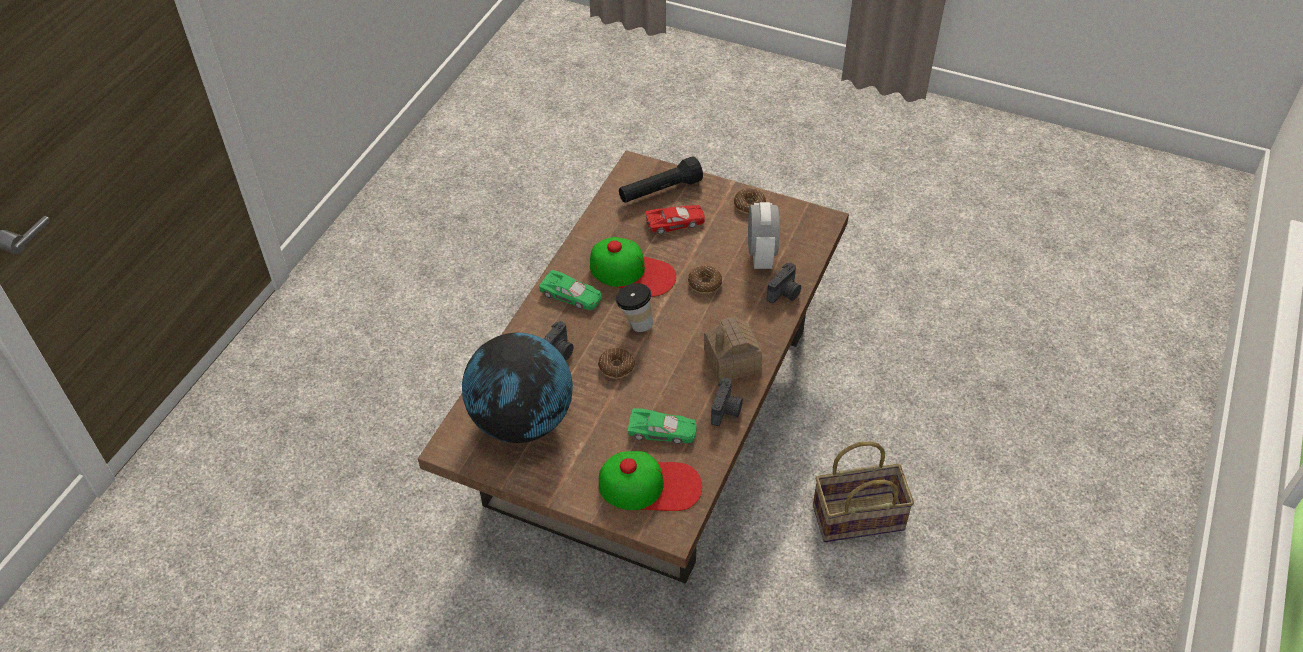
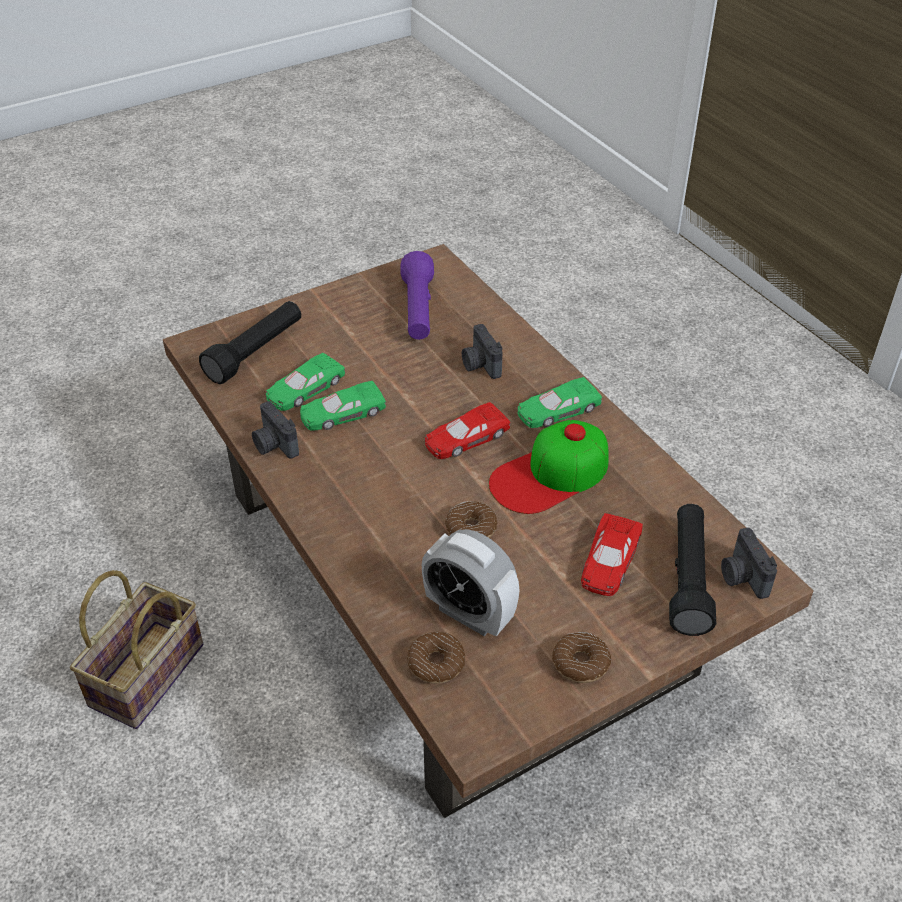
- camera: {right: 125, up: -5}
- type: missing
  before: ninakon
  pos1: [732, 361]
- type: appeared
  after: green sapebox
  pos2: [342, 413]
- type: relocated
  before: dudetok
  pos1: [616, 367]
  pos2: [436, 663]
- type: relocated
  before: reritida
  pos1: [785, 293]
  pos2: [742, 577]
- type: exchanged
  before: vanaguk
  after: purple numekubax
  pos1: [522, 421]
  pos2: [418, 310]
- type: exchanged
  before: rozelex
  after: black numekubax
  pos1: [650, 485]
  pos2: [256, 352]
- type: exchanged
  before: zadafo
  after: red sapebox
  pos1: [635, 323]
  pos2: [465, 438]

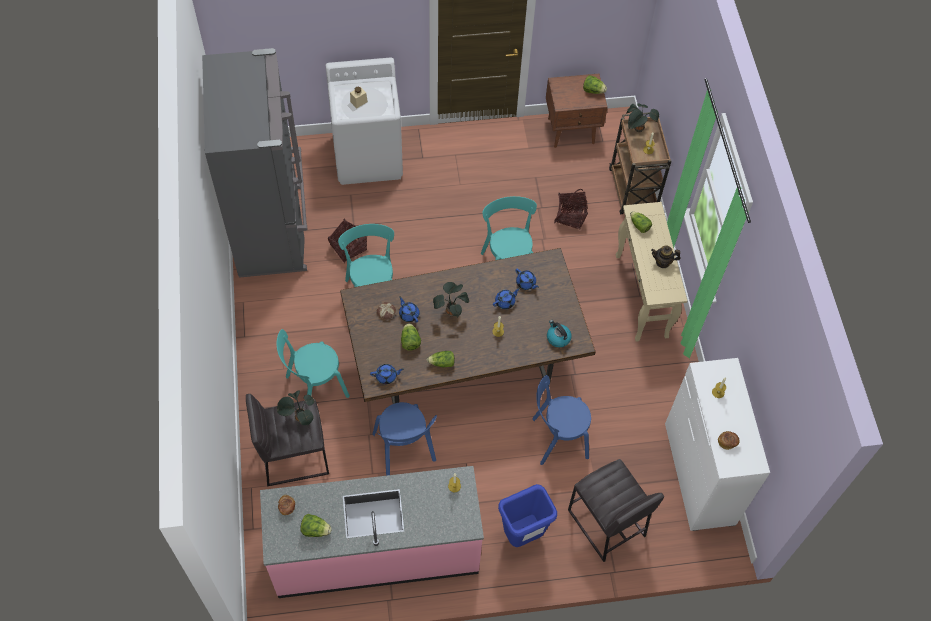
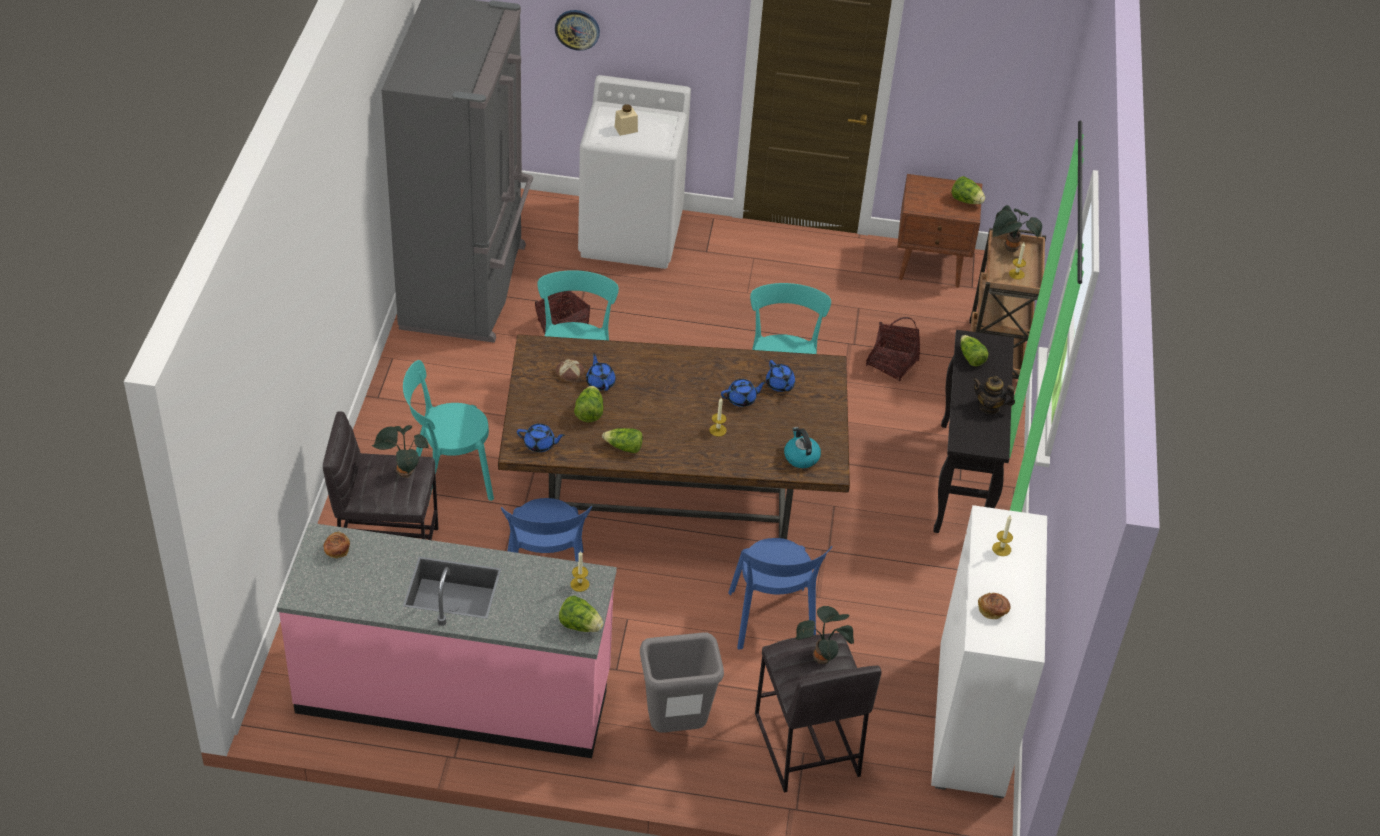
- camera: {right: 15, up: -15}
- type: appeared
  after: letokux
  pos2: [577, 29]
- type: relocated
  before: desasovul
  pos1: [315, 530]
  pos2: [580, 625]
- type: relocated
  before: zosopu
  pos1: [451, 311]
  pos2: [822, 657]
- type: colour
  before: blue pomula
  after: grey pomula
  pos1: [522, 535]
  pos2: [675, 727]
- type: colour
  before: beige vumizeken
  after: black vumizeken
  pos1: [642, 296]
  pos2: [962, 481]
- type: spun
  before: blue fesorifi
  pos1: [557, 438]
  pos2: [772, 622]
  turn: -105

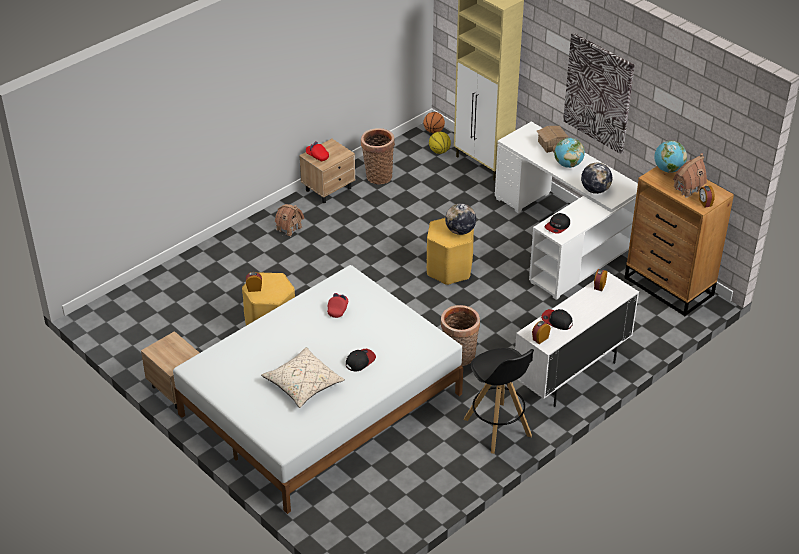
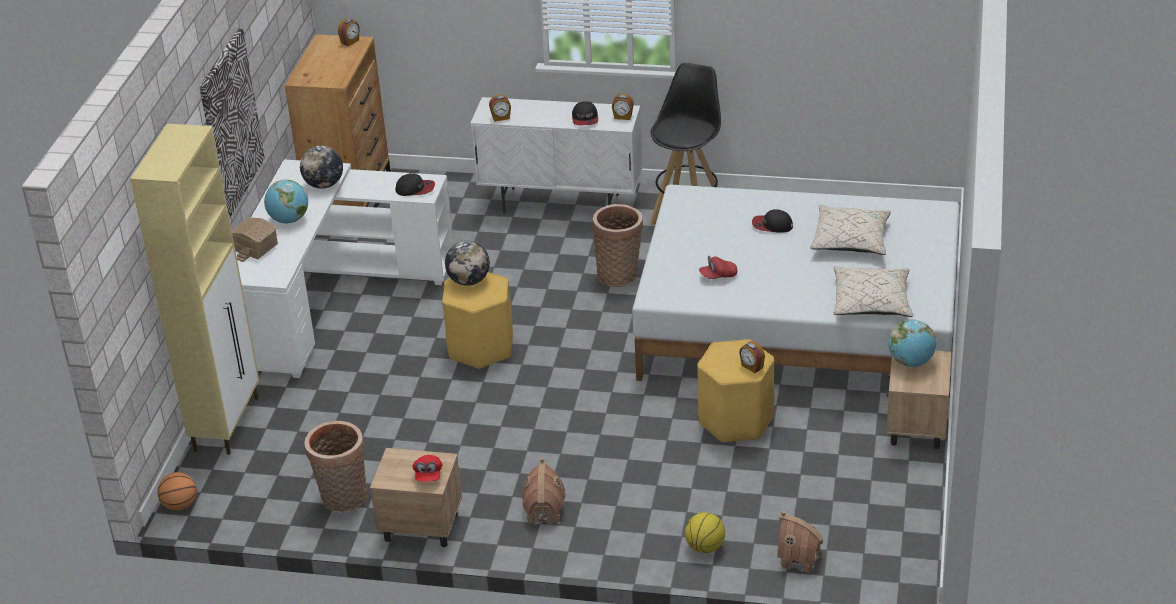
- camera: {right: -125, up: -5}
- type: appeared
  after: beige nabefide
  pos2: [871, 302]
- type: relocated
  before: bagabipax
  pos1: [439, 151]
  pos2: [705, 547]
- type: relocated
  before: vanaguk
  pos1: [668, 169]
  pos2: [911, 362]
- type: relocated
  before: ninakon
  pos1: [687, 188]
  pos2: [799, 559]

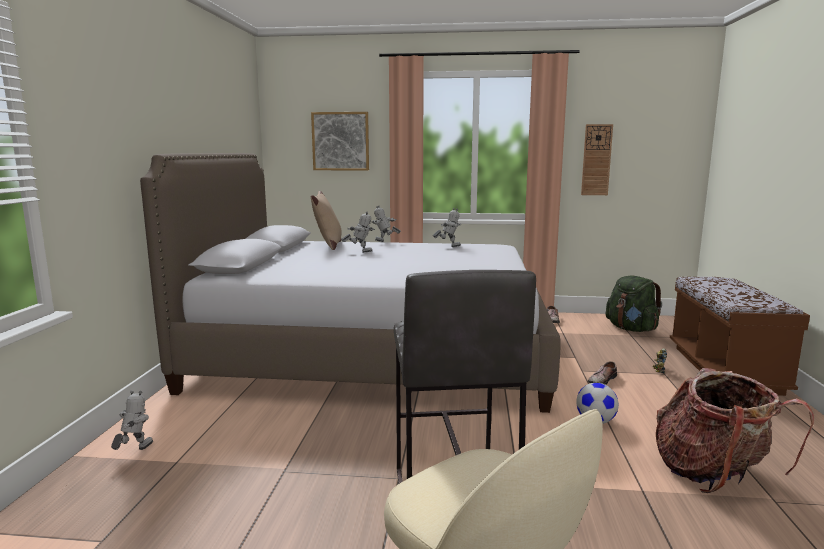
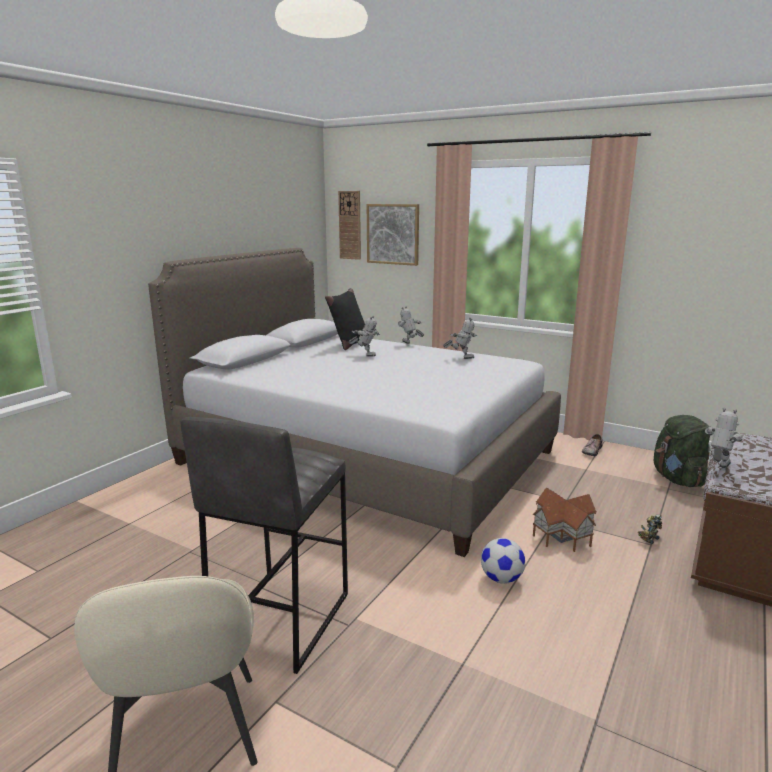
- camera: {right: 25, up: 5}
- type: missing
  before: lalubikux
  pos1: [713, 475]
- type: relocated
  before: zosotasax
  pos1: [134, 451]
  pos2: [717, 468]
- type: relocated
  before: letokux
  pos1: [596, 160]
  pos2: [350, 225]
- type: exchanged
  before: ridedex
  after: ninakon
  pos1: [601, 380]
  pos2: [563, 535]
- type: colour
  before: beige nabefide
  after: black nabefide
  pos1: [328, 246]
  pos2: [349, 344]

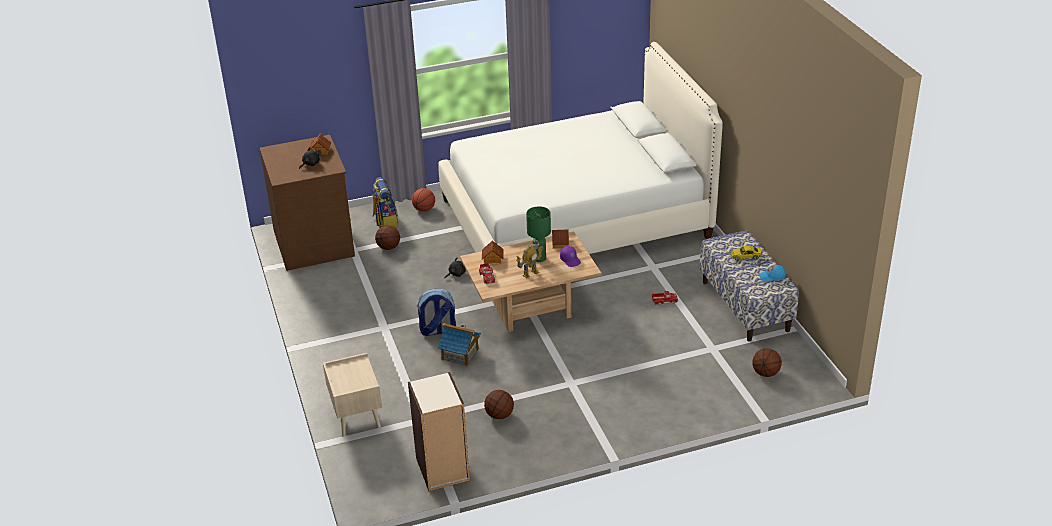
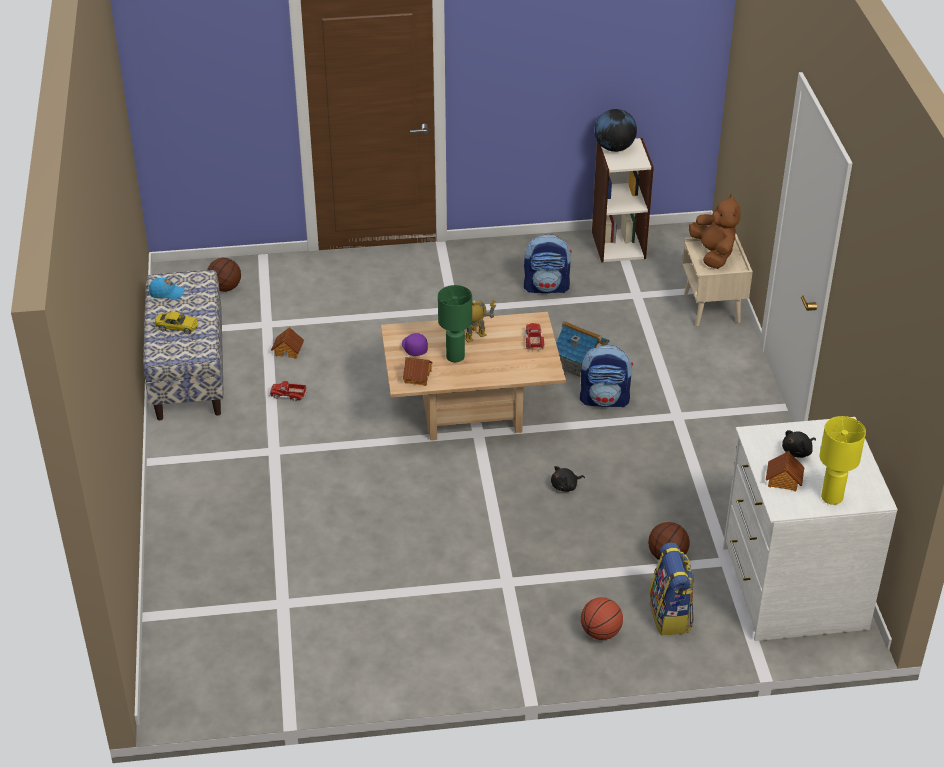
- camera: {right: -170, up: 5}
- type: missing
  before: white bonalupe
  pos1: [575, 218]
- type: appeared
  after: vanaguk
  pos2: [614, 148]
- type: appeared
  after: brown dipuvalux
  pos2: [713, 254]
- type: appeared
  after: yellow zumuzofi
  pos2: [832, 497]
- type: relocated
  before: ninakon
  pos1: [492, 259]
  pos2: [288, 350]
- type: exchanged
  before: bagabipax
  after: lalubikux
  pos1: [499, 415]
  pos2: [547, 287]
- type: colour
  before: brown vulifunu
  after: white vulifunu
  pos1: [315, 243]
  pos2: [791, 587]

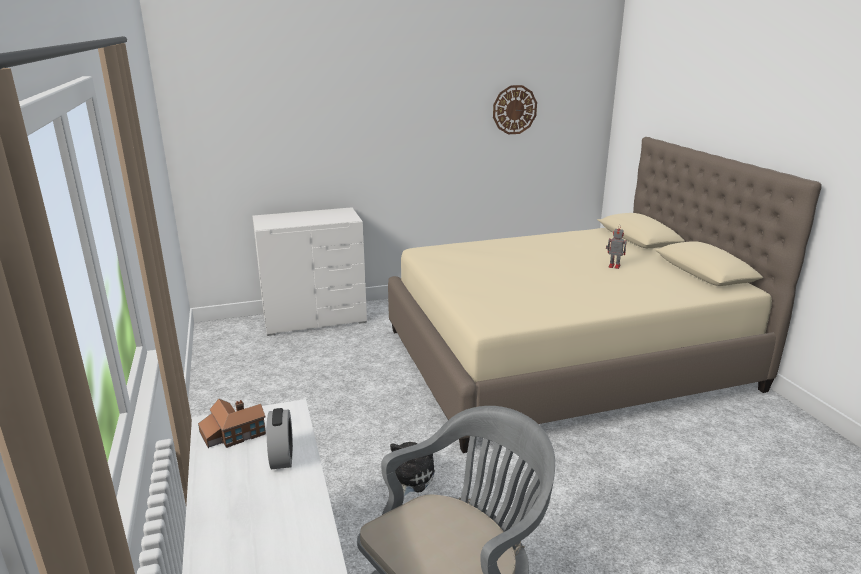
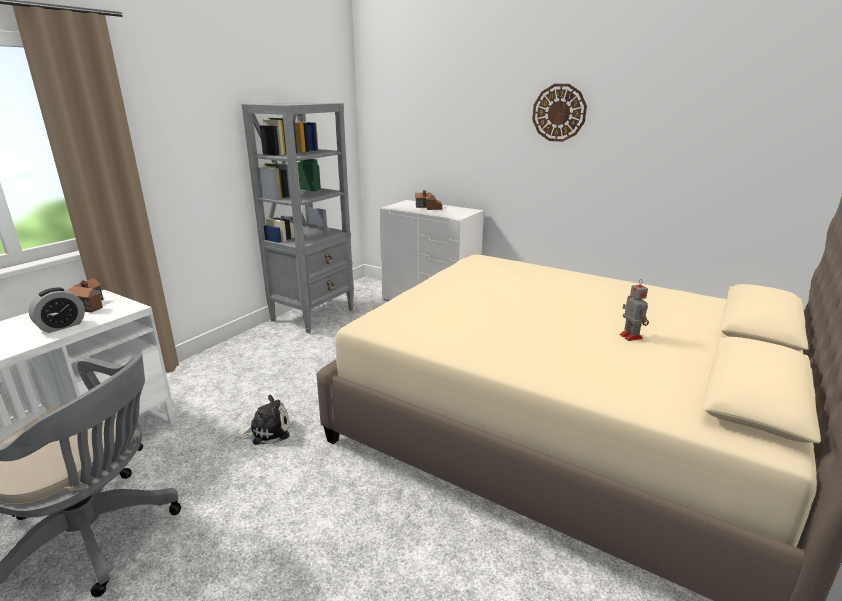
- camera: {right: 50, up: 0}
- type: appeared
  after: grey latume
  pos2: [313, 315]
- type: appeared
  after: ninakon
  pos2: [428, 207]
- type: relocated
  before: letokux
  pos1: [514, 109]
  pos2: [559, 113]

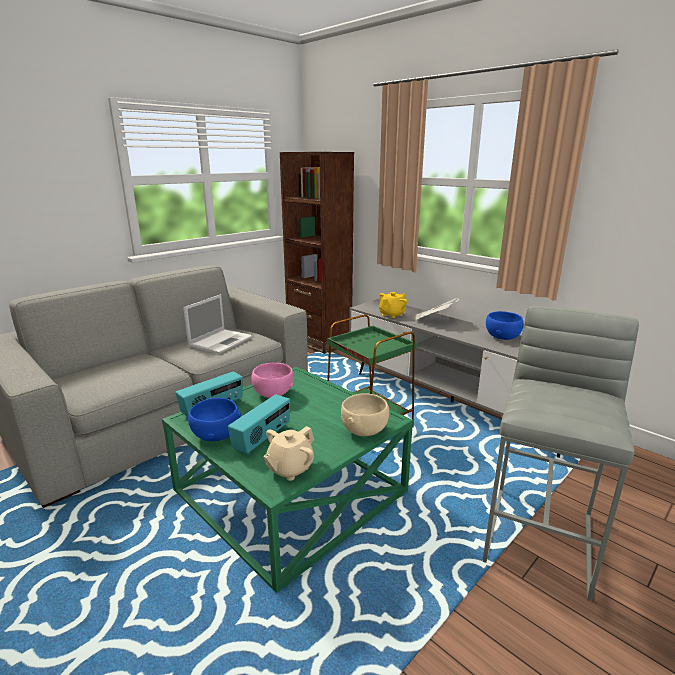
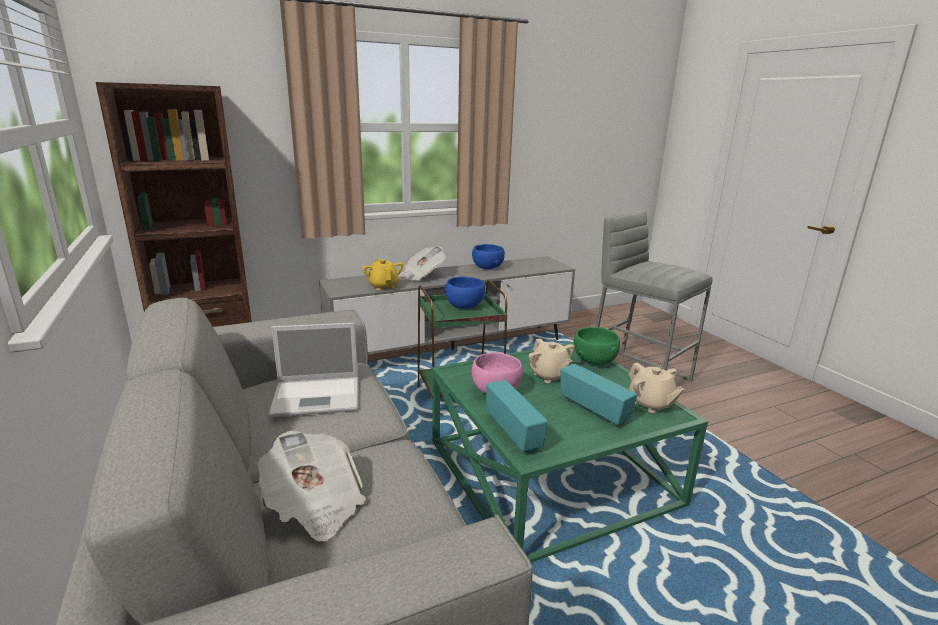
- camera: {right: -70, up: 0}
- type: appeared
  after: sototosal
  pos2: [314, 505]
- type: appeared
  after: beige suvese
  pos2: [549, 375]
- type: relocated
  before: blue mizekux
  pos1: [216, 435]
  pos2: [464, 306]
- type: colour
  before: beige mizekux
  after: green mizekux
  pos1: [365, 430]
  pos2: [594, 361]
- type: spun
  before: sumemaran
  pos1: [221, 341]
  pos2: [318, 396]
  turn: 120

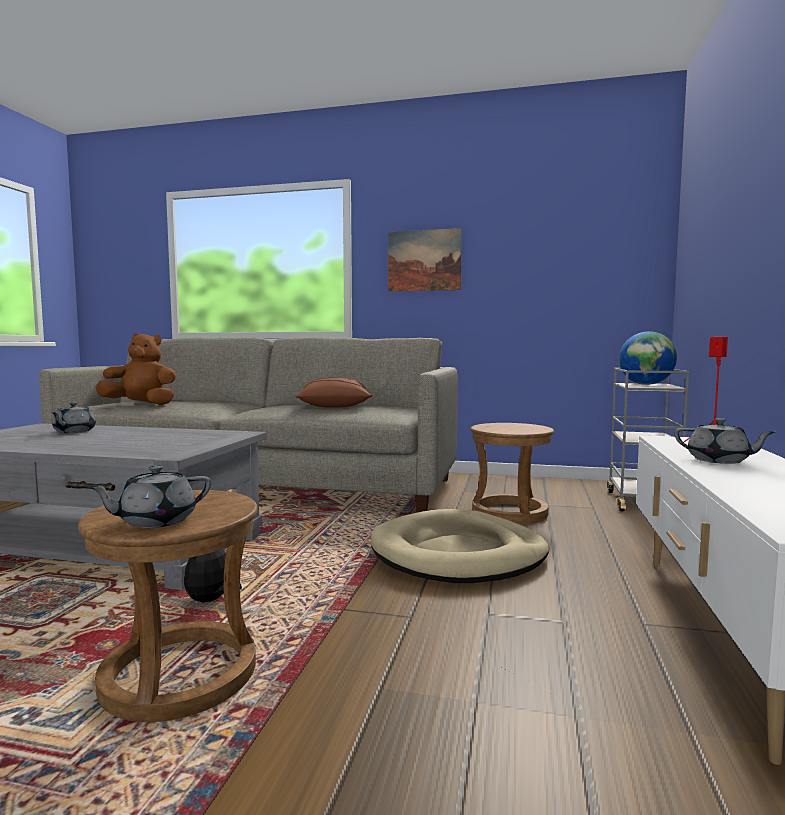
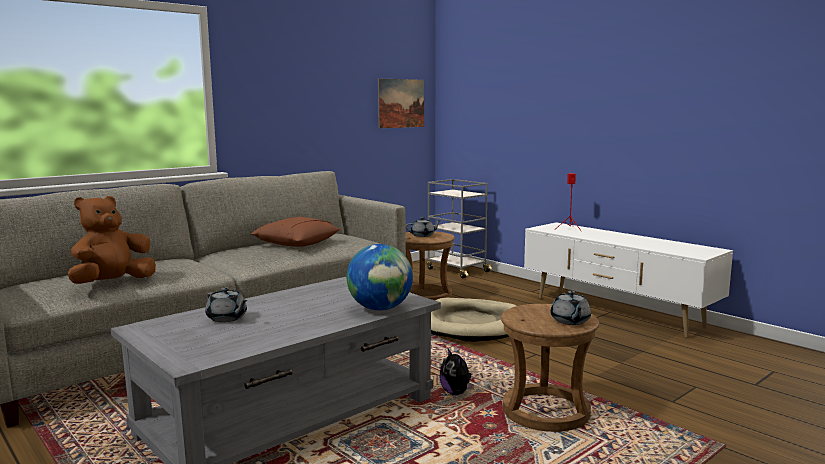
- camera: {right: -55, up: 5}
- type: relocated
  before: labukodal
  pos1: [424, 260]
  pos2: [401, 103]
- type: relocated
  before: vanaguk
  pos1: [646, 384]
  pos2: [380, 309]
- type: relocated
  before: grey suvese
  pos1: [719, 460]
  pos2: [423, 235]

